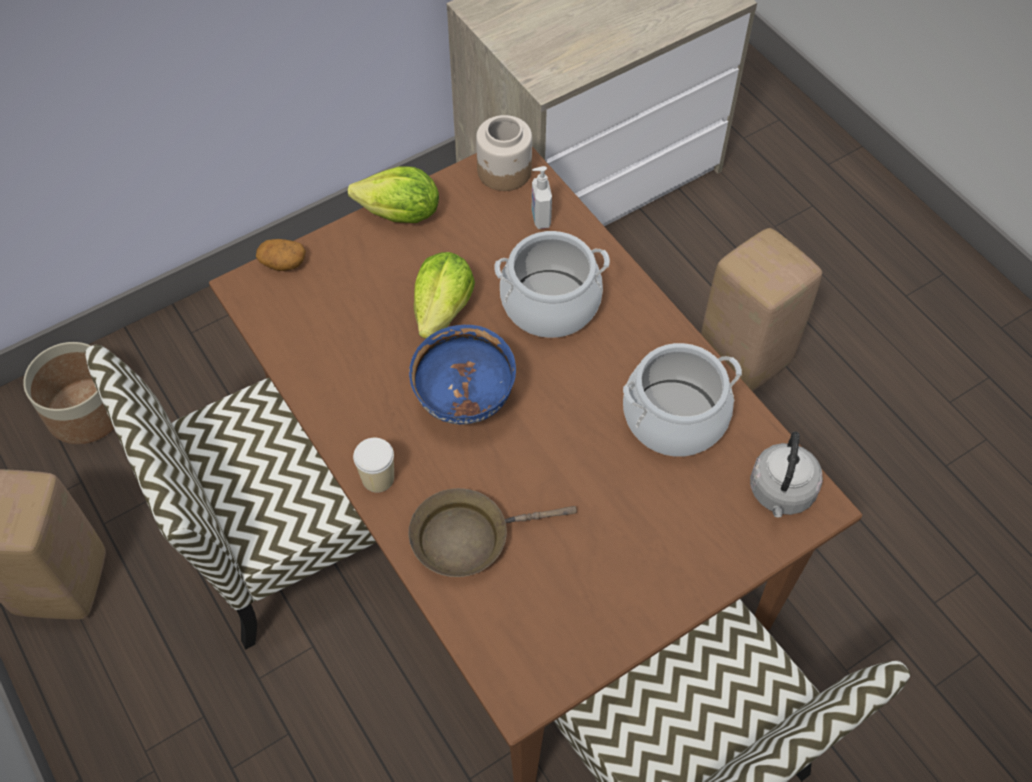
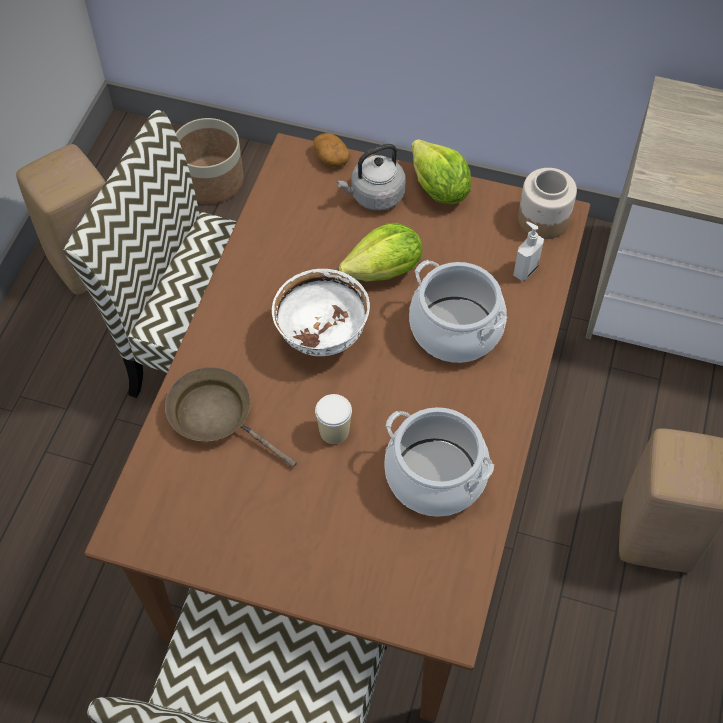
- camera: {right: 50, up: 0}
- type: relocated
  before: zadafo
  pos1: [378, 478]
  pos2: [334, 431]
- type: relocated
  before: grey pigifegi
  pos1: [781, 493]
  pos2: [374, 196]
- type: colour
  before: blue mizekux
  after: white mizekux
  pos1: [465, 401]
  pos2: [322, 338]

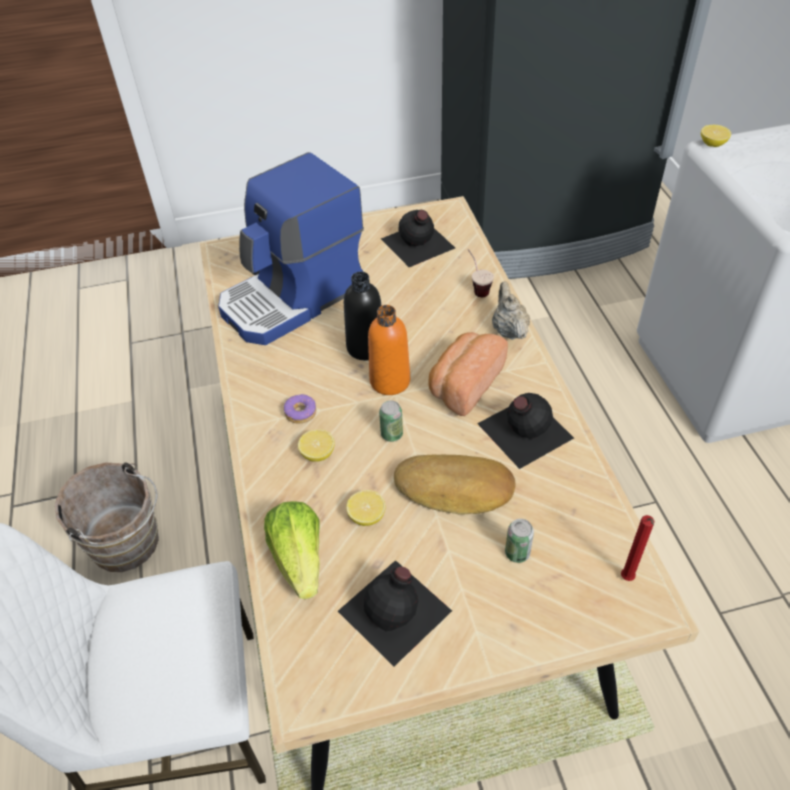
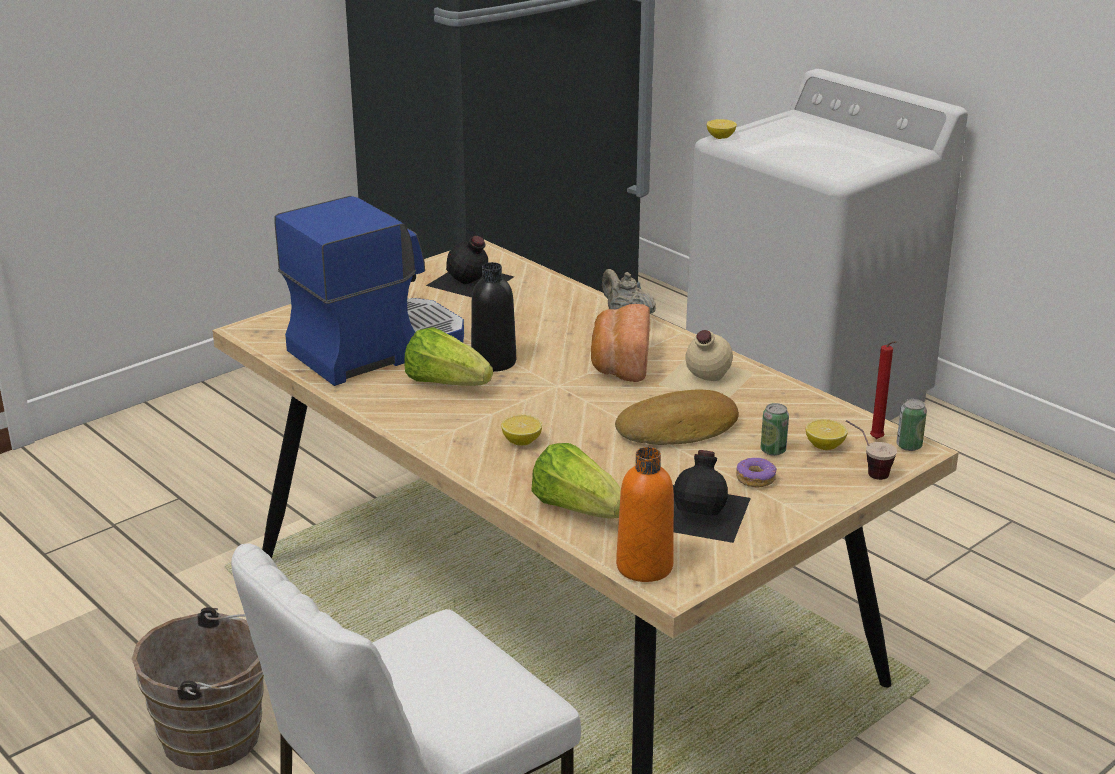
- camera: {right: -30, up: -20}
- type: appeared
  after: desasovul
  pos2: [446, 383]
- type: relocated
  before: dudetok
  pos1: [301, 412]
  pos2: [755, 479]
- type: relocated
  before: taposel
  pos1: [367, 516]
  pos2: [824, 446]
- type: relocated
  before: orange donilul
  pos1: [390, 381]
  pos2: [644, 566]
- type: relocated
  before: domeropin
  pos1: [391, 434]
  pos2: [909, 446]
- type: relocated
  before: zadafo
  pos1: [476, 288]
  pos2: [866, 471]
- type: colour
  before: black donilul
  after: beige donilul
  pos1: [523, 430]
  pos2: [704, 378]
- type: spun
  before: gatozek
  pos1: [294, 299]
  pos2: [377, 346]
  turn: -150

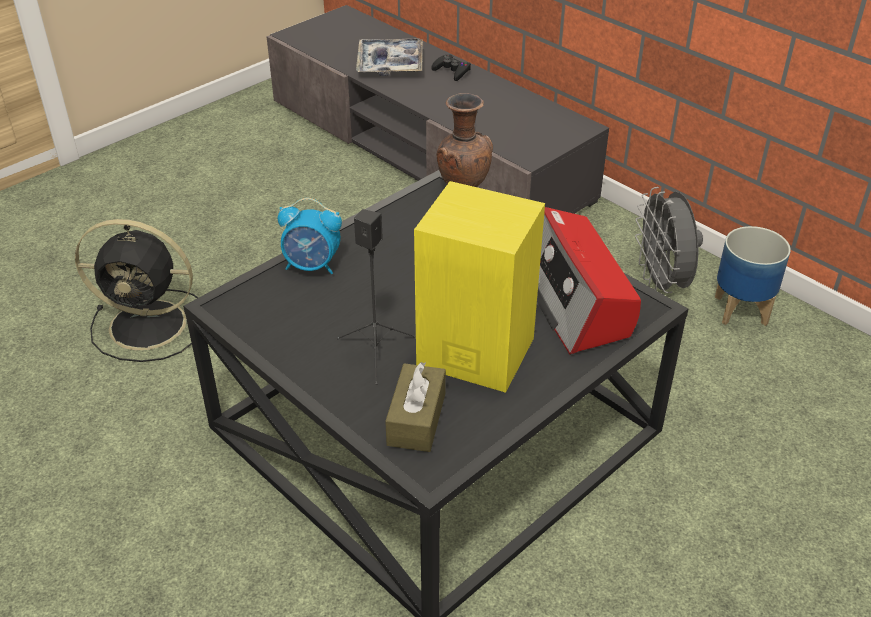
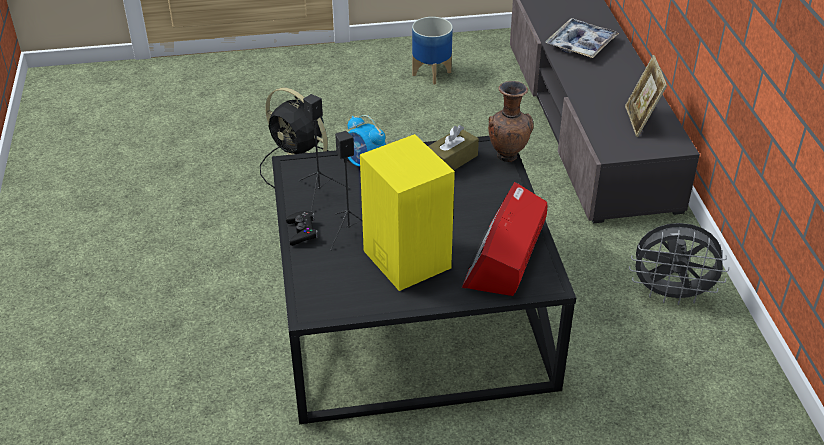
- camera: {right: 35, up: 0}
- type: appeared
  after: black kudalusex
  pos2: [320, 193]
- type: appeared
  after: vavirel
  pos2: [640, 121]
- type: relocated
  before: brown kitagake
  pos1: [416, 419]
  pos2: [451, 160]
- type: relocated
  before: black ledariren
  pos1: [452, 71]
  pos2: [302, 231]
- type: relocated
  before: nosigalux
  pos1: [740, 310]
  pos2: [431, 73]
- type: spun
  before: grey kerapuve
  pos1: [662, 283]
  pos2: [671, 294]
  turn: -105

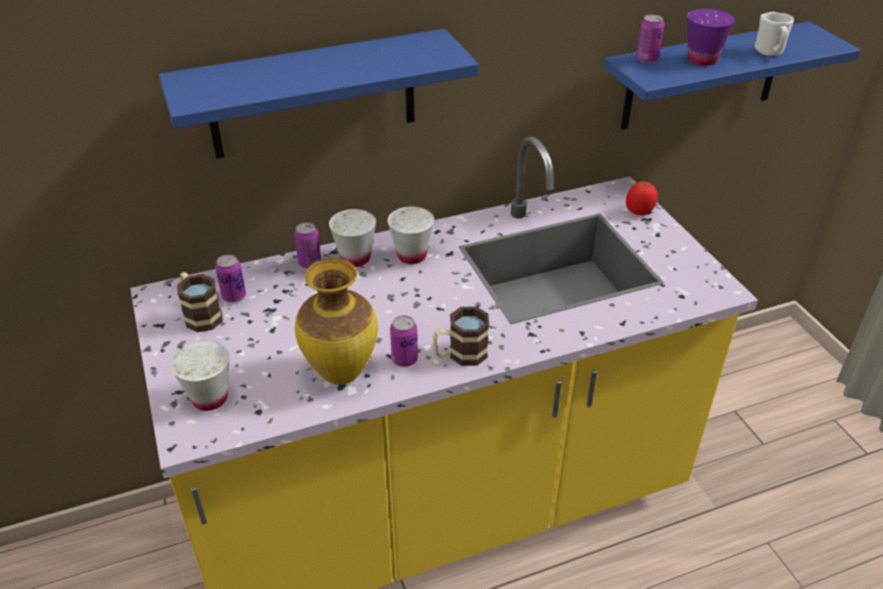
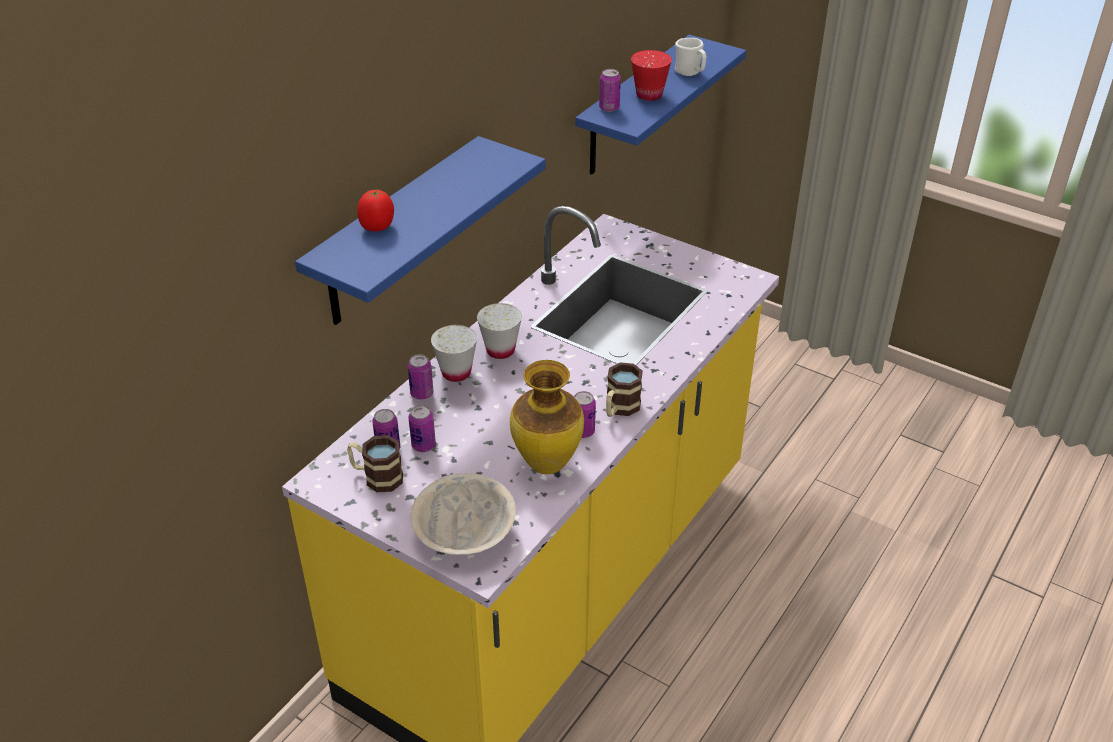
- camera: {right: -35, up: 0}
- type: appeared
  after: domeropin
  pos2: [423, 445]
- type: relocated
  before: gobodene
  pos1: [639, 211]
  pos2: [377, 227]
- type: exchanged
  before: white zadafo
  after: beige mizekux
  pos1: [210, 398]
  pos2: [465, 533]
- type: colour
  before: purple zadafo
  after: red zadafo
  pos1: [702, 59]
  pos2: [649, 95]

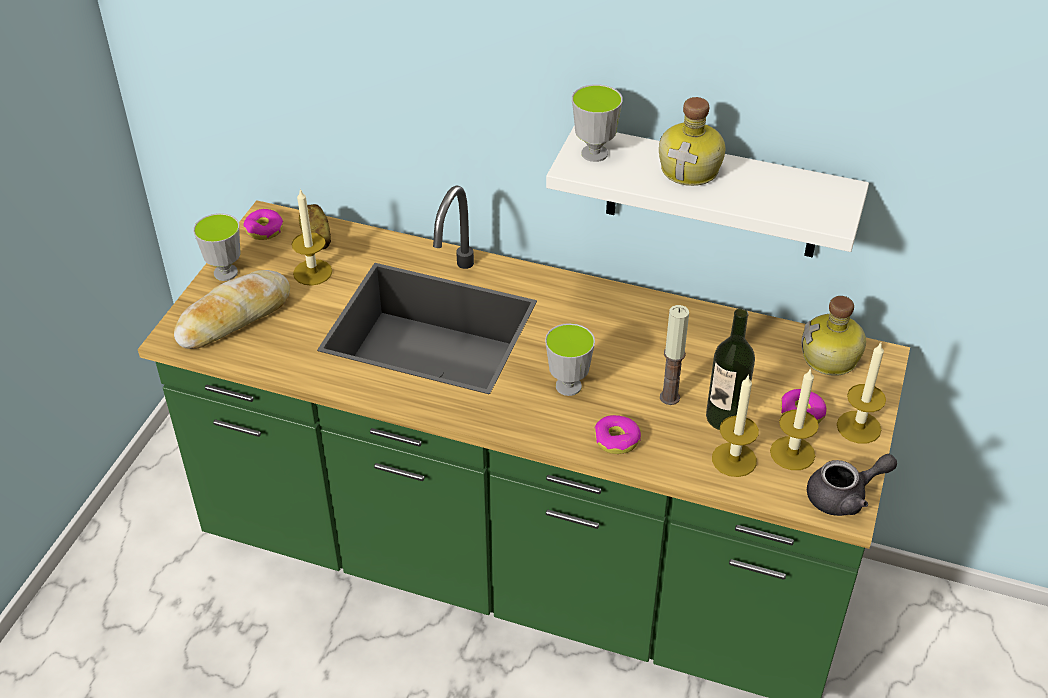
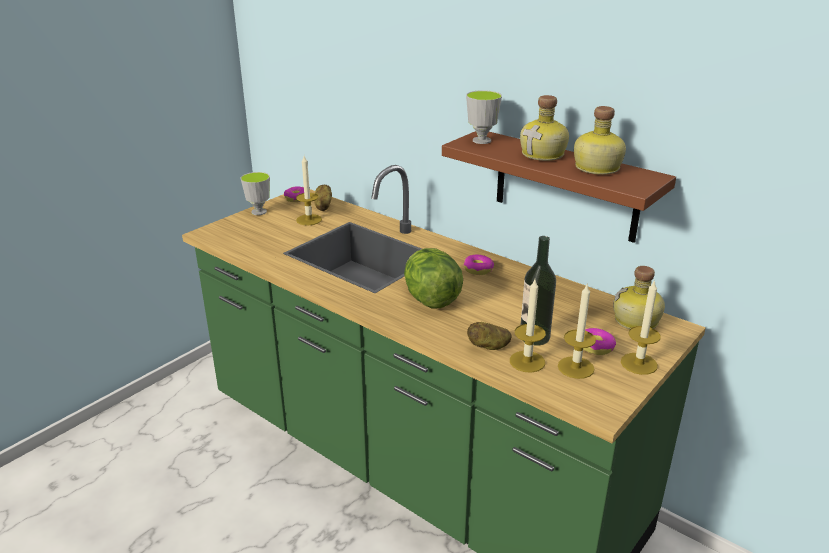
- camera: {right: 20, up: -15}
- type: missing
  before: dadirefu
  pos1: [234, 318]
- type: missing
  before: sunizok
  pos1: [669, 397]
- type: missing
  before: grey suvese
  pos1: [844, 496]
- type: appeared
  after: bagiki
  pos2: [488, 346]
- type: appeared
  after: donilul
  pos2: [595, 168]
- type: relocated
  before: dudetok
  pos1: [616, 440]
  pos2: [478, 269]
- type: exchanged
  before: zadafo
  after: desasovul
  pos1: [568, 386]
  pos2: [431, 299]
- type: colour
  before: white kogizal
  after: brown kogizal
  pos1: [713, 193]
  pos2: [566, 186]

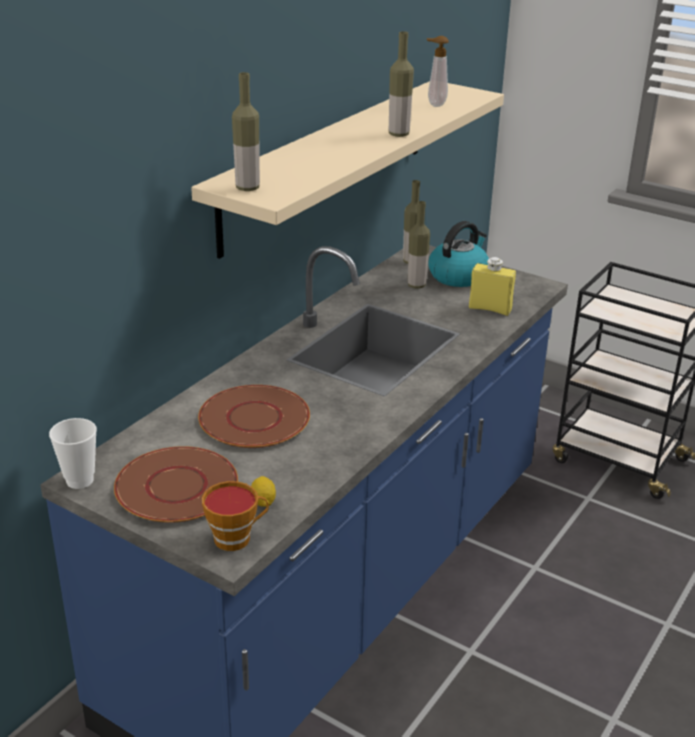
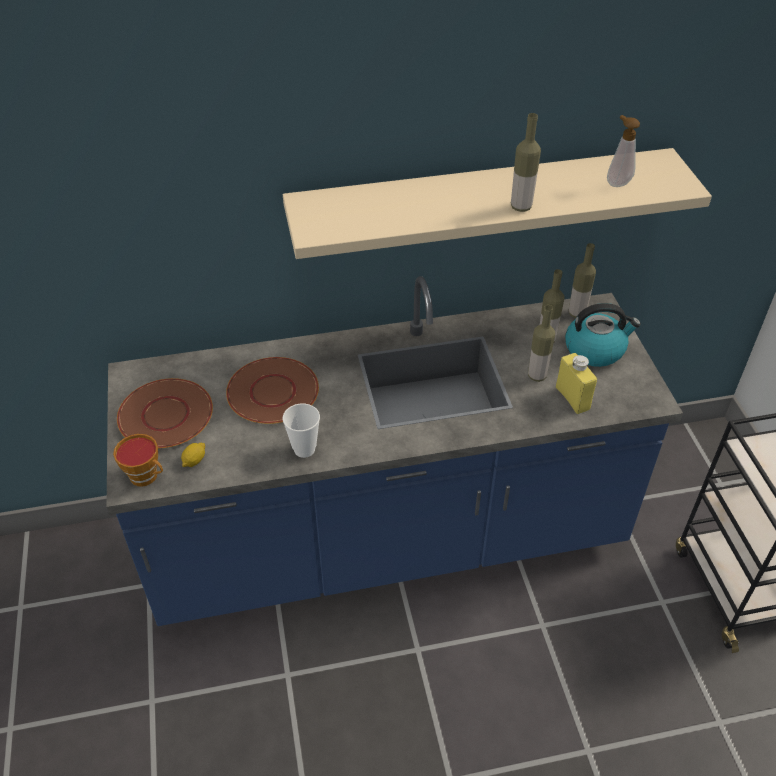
- camera: {right: 45, up: 15}
- type: relocated
  before: zadafo
  pos1: [80, 480]
  pos2: [304, 449]
- type: relocated
  before: donilul
  pos1: [247, 188]
  pos2: [537, 376]

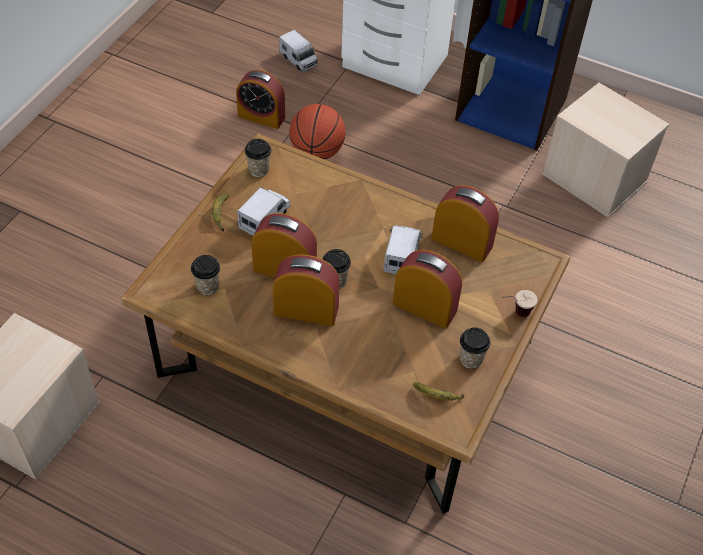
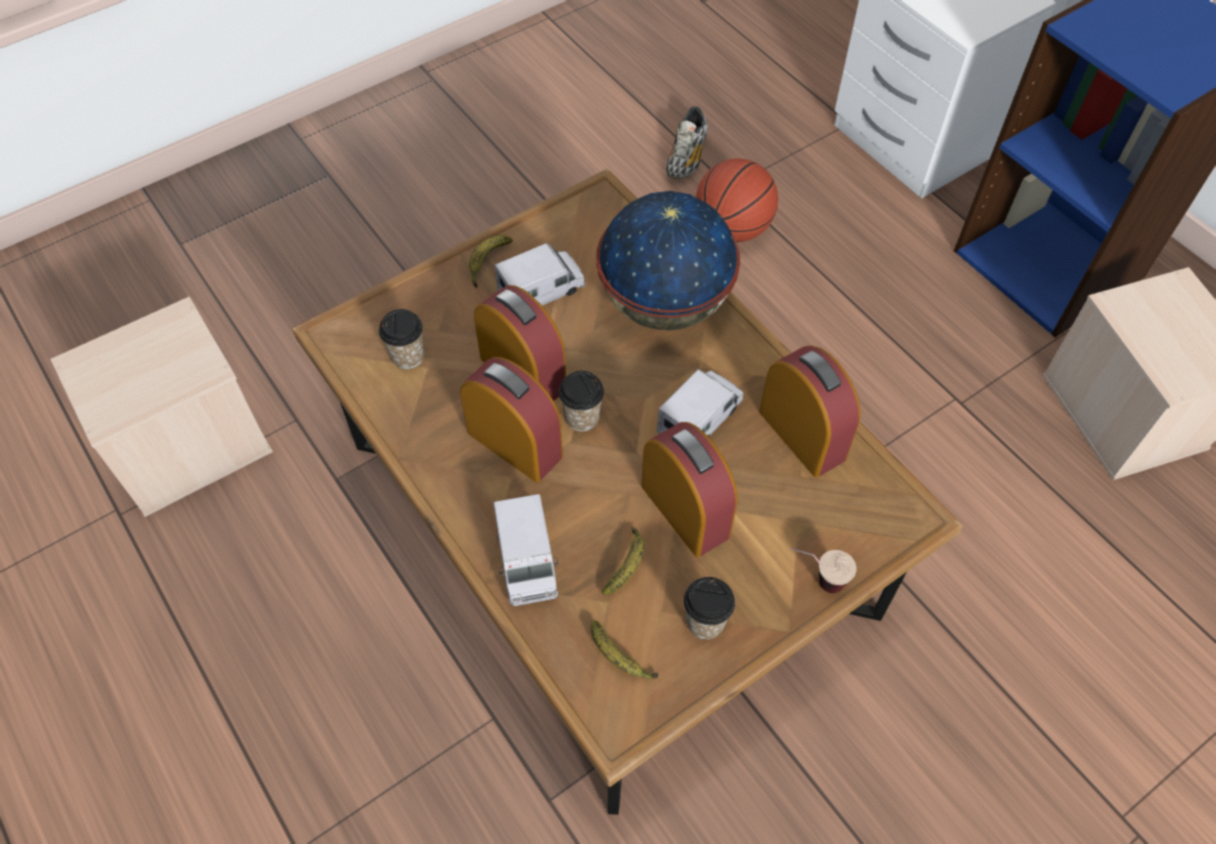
- camera: {right: 30, up: 5}
- type: missing
  before: zadafo
  pos1: [259, 170]
- type: appeared
  after: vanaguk
  pos2: [664, 305]
- type: appeared
  after: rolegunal
  pos2: [627, 565]
- type: relocated
  before: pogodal
  pos1: [298, 59]
  pos2: [527, 562]
- type: exchanged
  before: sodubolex
  after: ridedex
  pos1: [261, 117]
  pos2: [686, 157]

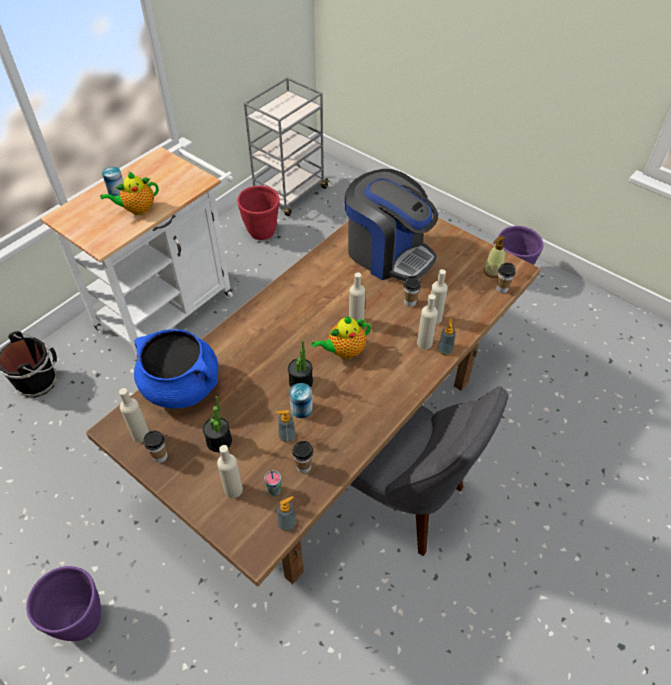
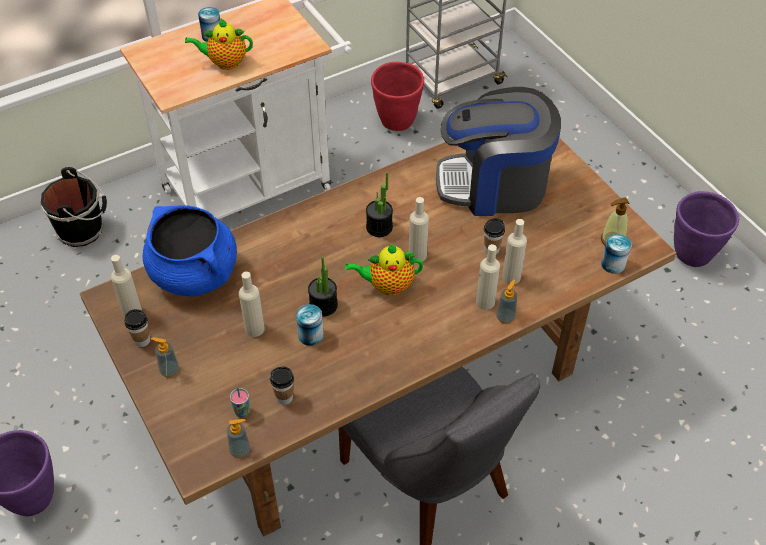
- camera: {right: 20, up: 0}
- type: relocated
  before: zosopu
  pos1: [219, 441]
  pos2: [379, 227]
- type: relocated
  before: beige donilul
  pos1: [233, 489]
  pos2: [254, 329]
- type: relocated
  before: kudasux
  pos1: [287, 436]
  pos2: [169, 370]
- type: exchanged
  before: zadafo
  after: domeropin
  pos1: [502, 289]
  pos2: [613, 264]
- type: spun
  before: gatozek
  pos1: [388, 253]
  pos2: [494, 185]
  turn: 120

